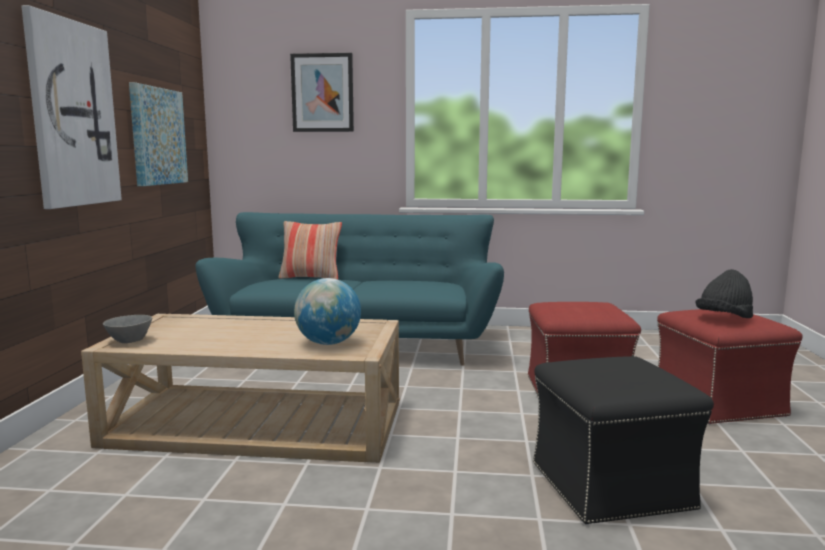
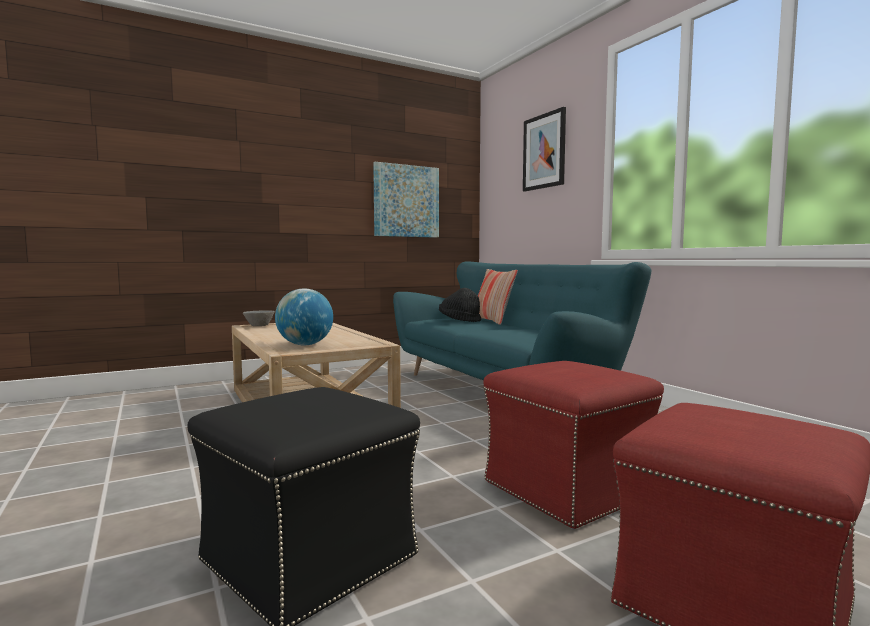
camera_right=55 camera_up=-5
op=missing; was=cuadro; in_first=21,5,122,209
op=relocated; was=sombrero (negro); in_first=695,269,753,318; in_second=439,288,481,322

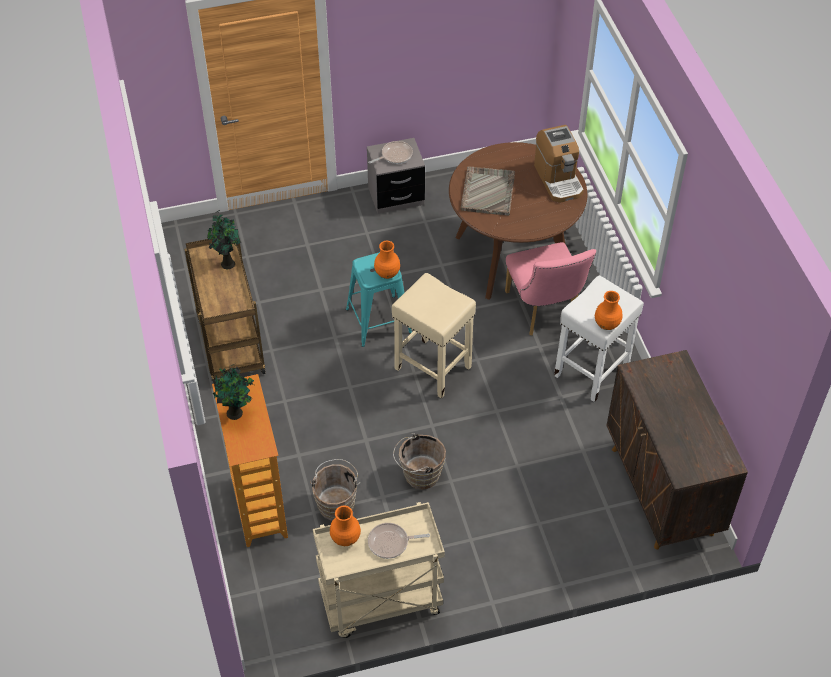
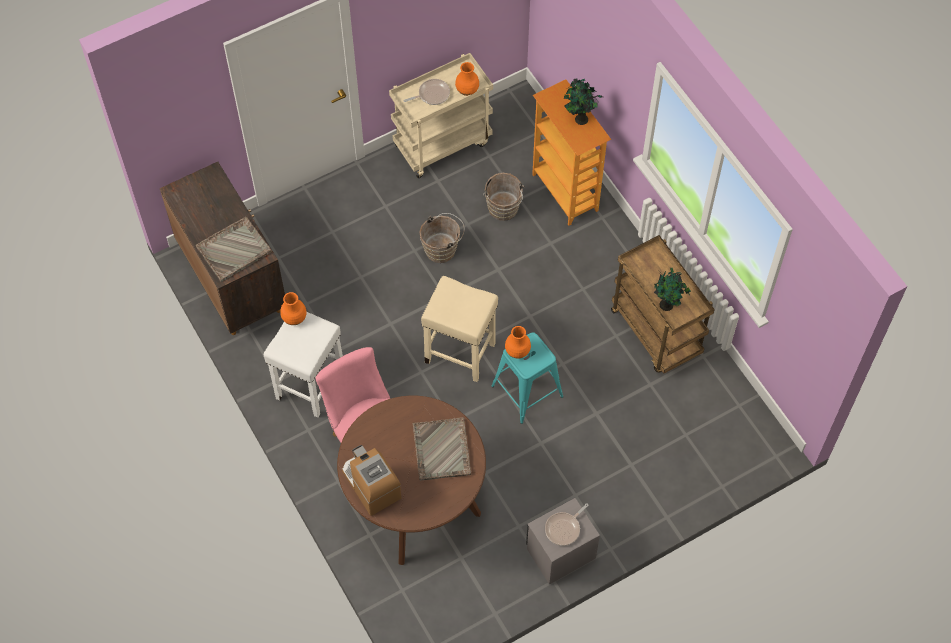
camera_right=165 camera_up=10
op=appeared; now=bandeja (gris); in_second=196,216,271,282

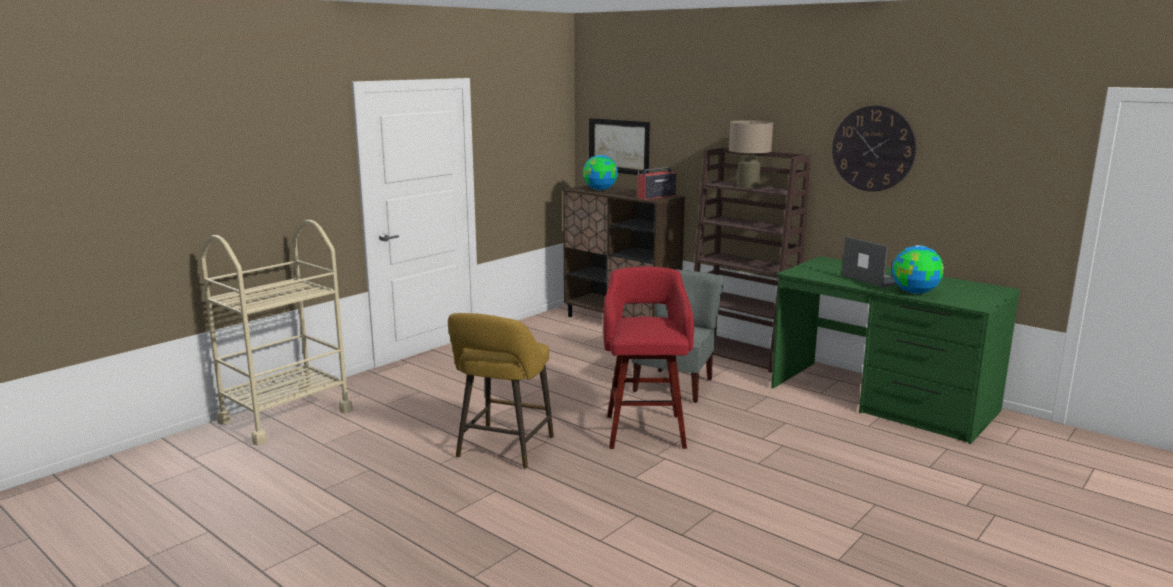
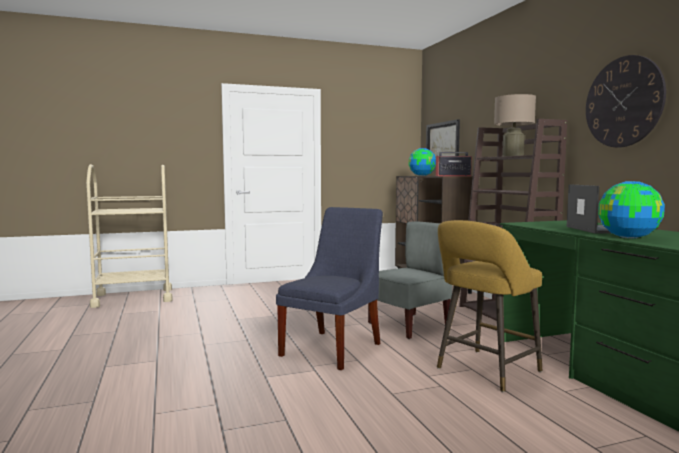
camera_right=30 camera_up=-10
op=relocated; was=taburete (amarillo); in_first=448,313,554,469; in_second=437,220,542,392
op=exchanged; was=taburete (rojo); now=silla (azul); in_first=603,267,694,449; in_second=276,207,383,370

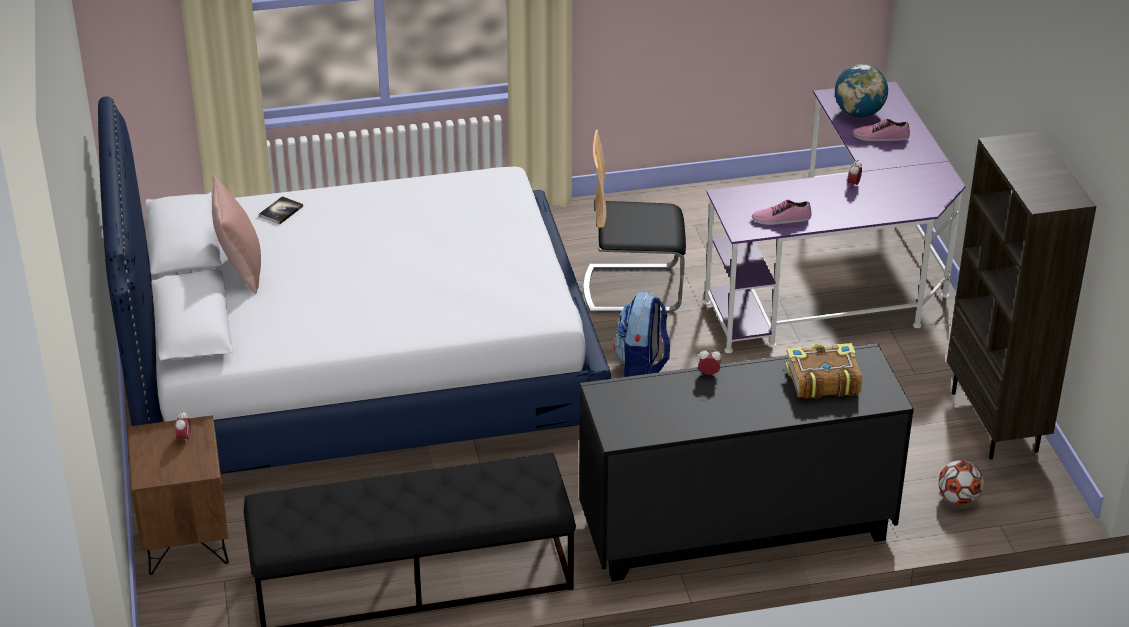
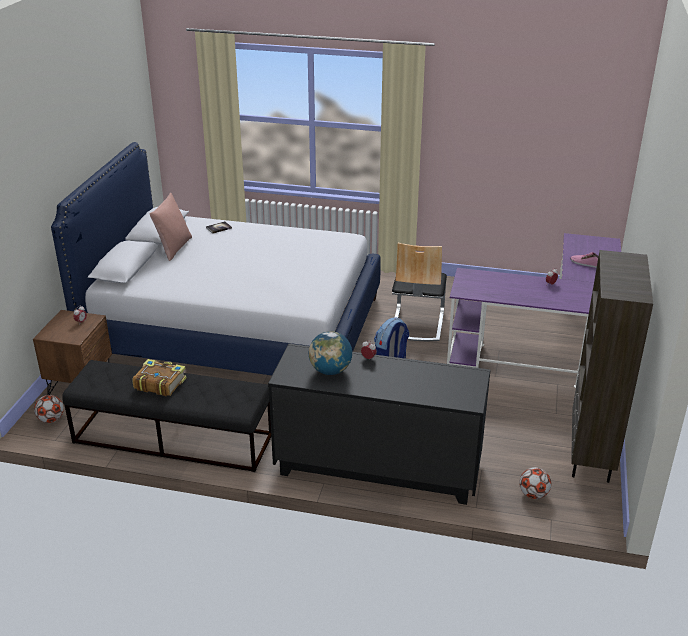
camera_right=25 camera_up=-5
op=spun; was=silla; in_first=583,130,686,313; in_second=392,243,447,341; clockwise=-105
op=missing; was=zapato; in_first=752,200,812,225
op=relocated; was=libro; in_first=785,343,862,399; in_second=132,359,187,396
op=relocated; was=globo terráqueo; in_first=835,64,888,117; in_second=309,331,352,375
op=appeared; now=balón de fútbol; in_second=34,395,64,423

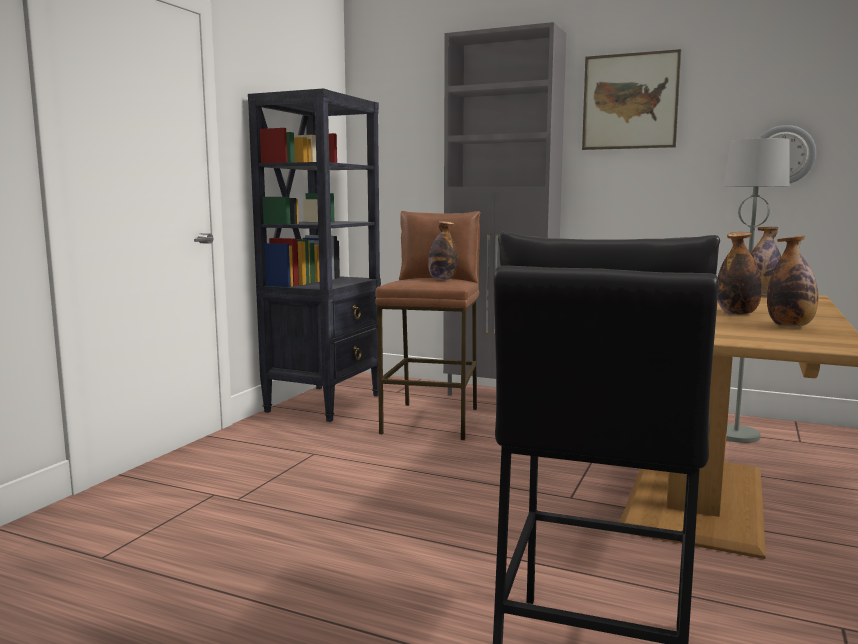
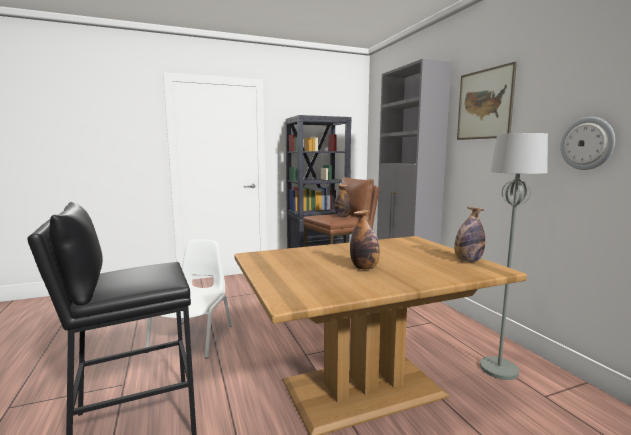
camera_right=45 camera_up=0
op=missing; was=botella; in_first=767,236,818,327
op=appeared; now=silla (blanco); in_second=145,239,232,358

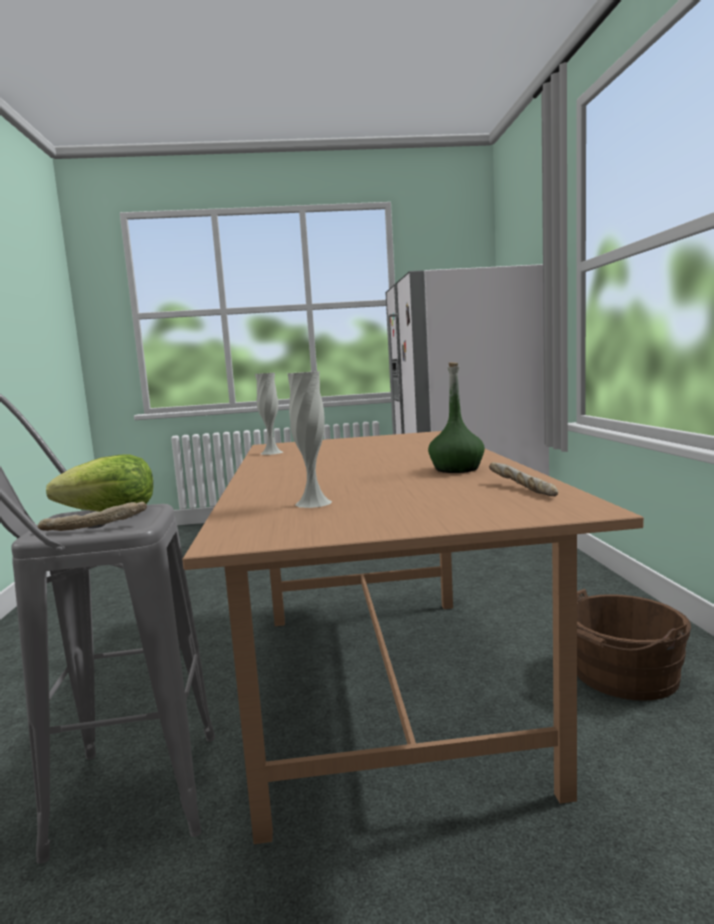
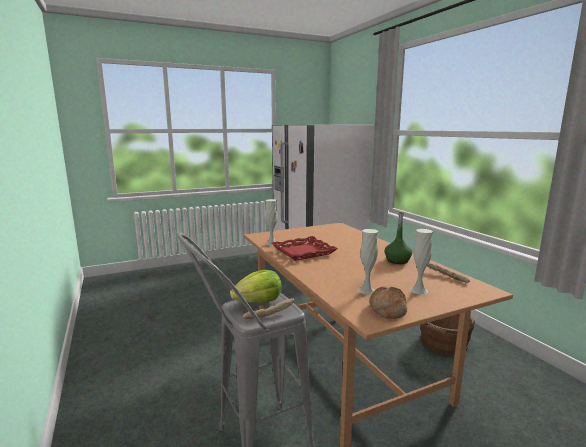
camera_right=-20 camera_up=5
op=appeared; now=bandeja (rojo); in_second=271,236,338,261
op=appeared; now=pan; in_second=369,286,407,319
op=appeared; now=florero (blanco); in_second=410,229,433,295

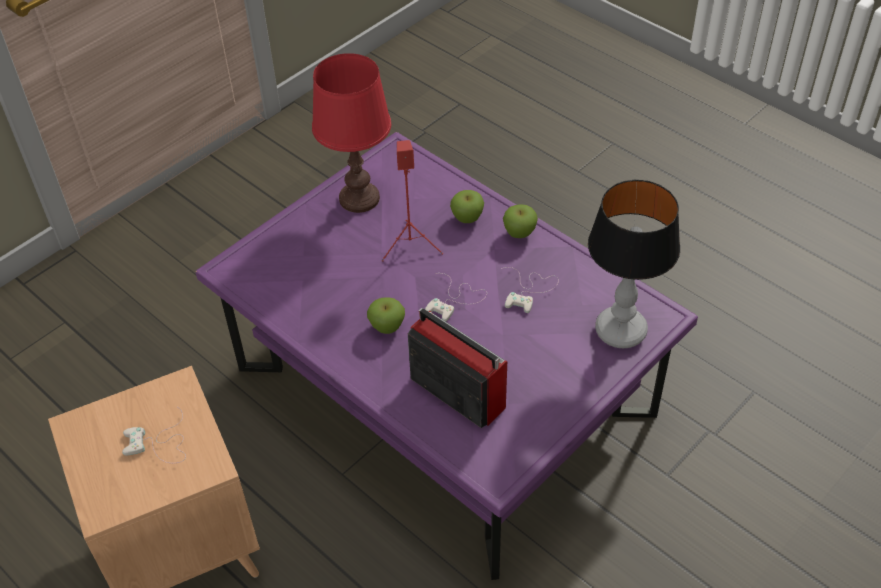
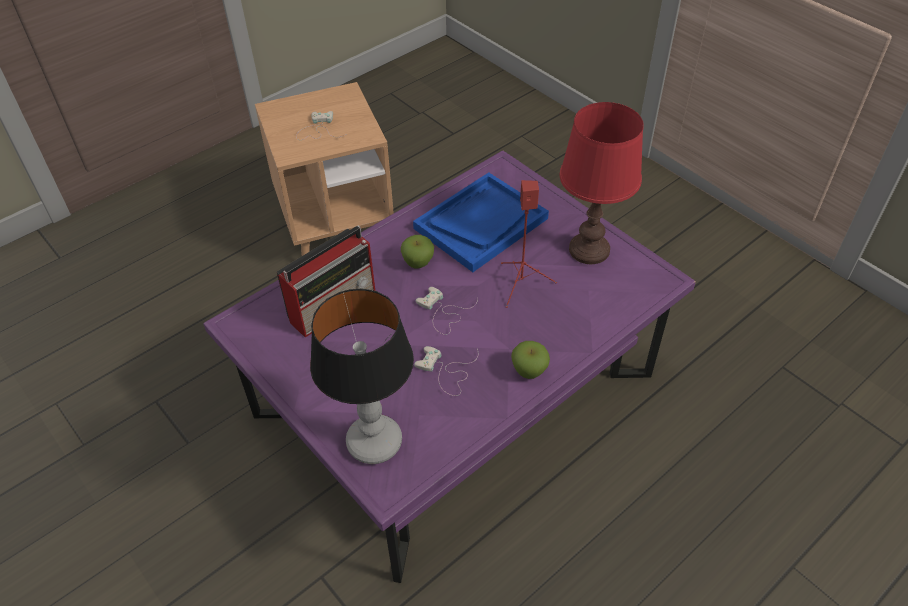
camera_right=95 camera_up=0
op=missing; was=manzana; in_first=450,190,484,223
op=appeared; now=bandeja (azul); in_second=413,172,549,272

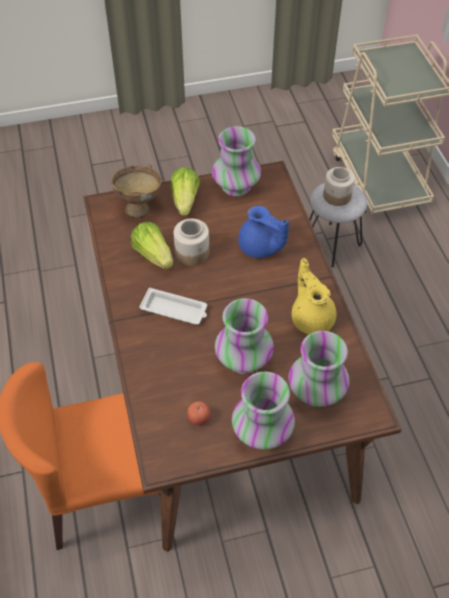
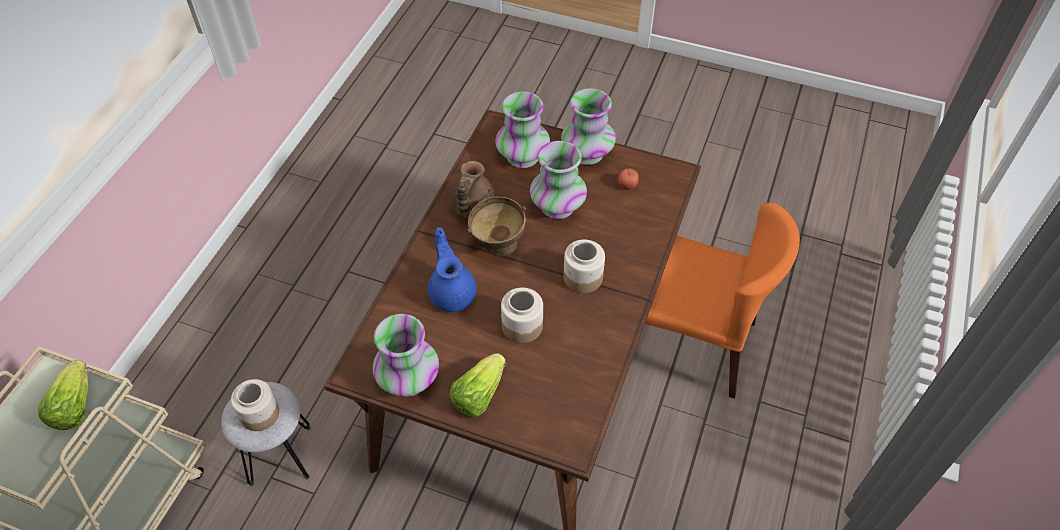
camera_right=-145 camera_up=0
op=relocated; was=cuenco (marrón); in_first=111,164,162,217; in_second=468,196,526,256
op=relocated; was=lechuga; in_first=131,222,173,269; in_second=38,360,88,430
op=exchanged; was=bandeja (blanco); now=tarro; in_first=139,287,207,325; in_second=563,239,605,293
op=colour; was=tetera (amarillo); now=tetera (marrón); in_first=292,258,337,334; in_second=450,161,495,218

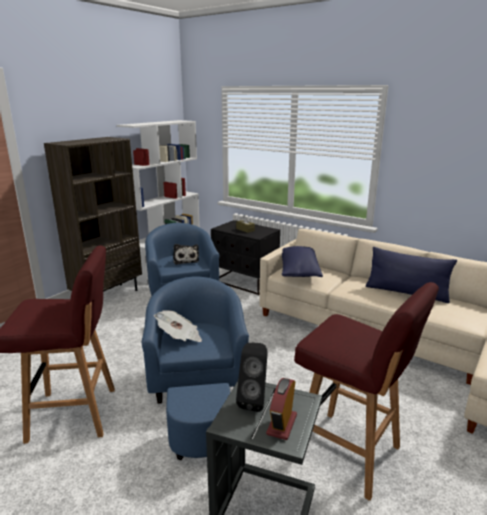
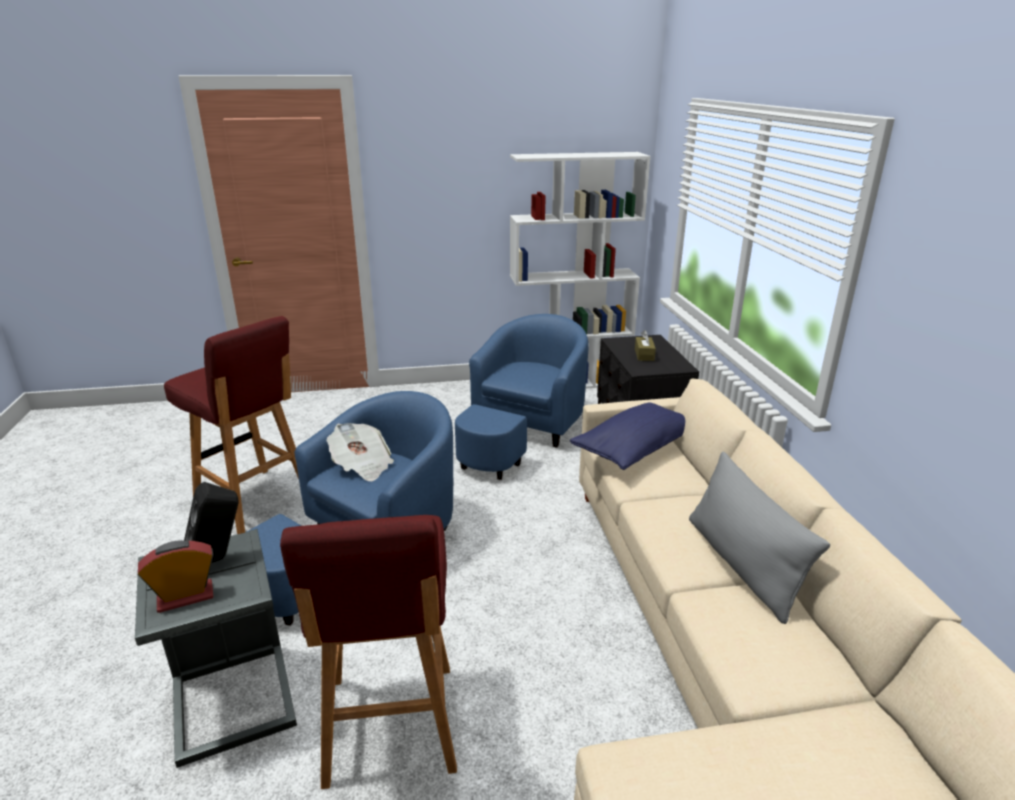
camera_right=45 camera_up=5
op=missing; was=estantería (marrón); in_first=44,137,142,292
op=missing; was=peluche; in_first=173,244,199,265
op=colour; was=cojín (azul); now=cojín (gris); in_first=366,247,457,303; in_second=689,451,830,624

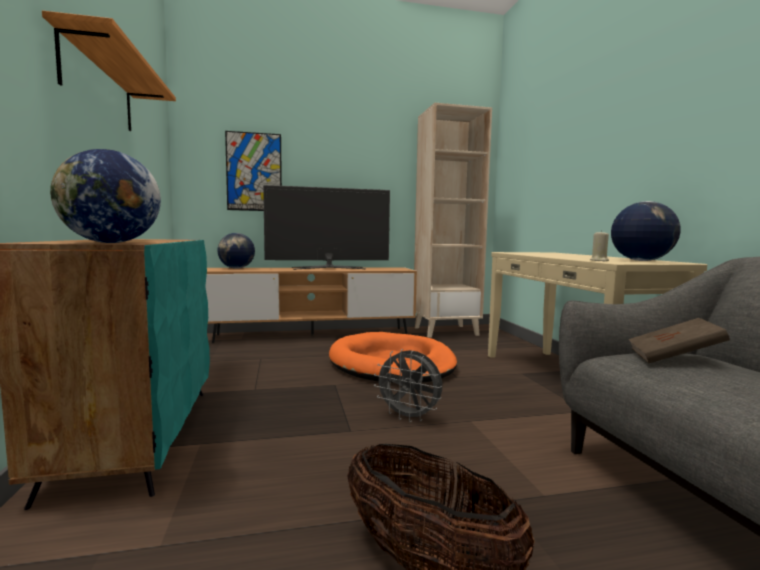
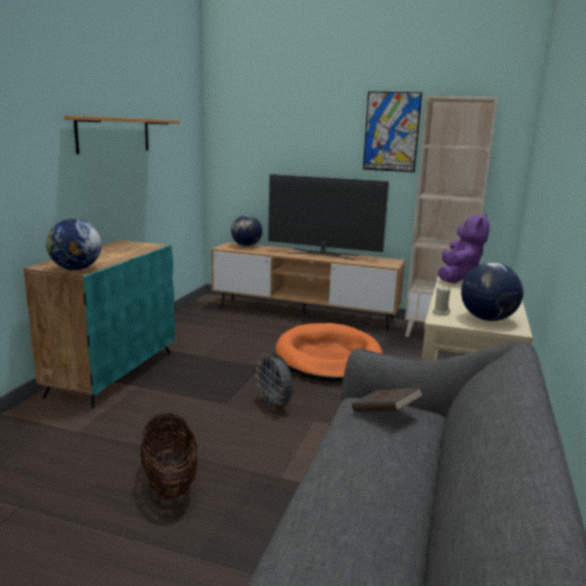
camera_right=30 camera_up=10
op=relocated; was=cuadro; in_first=225,131,282,211; in_second=363,92,422,172
op=appeared; now=peluche (morado); in_second=438,214,490,283

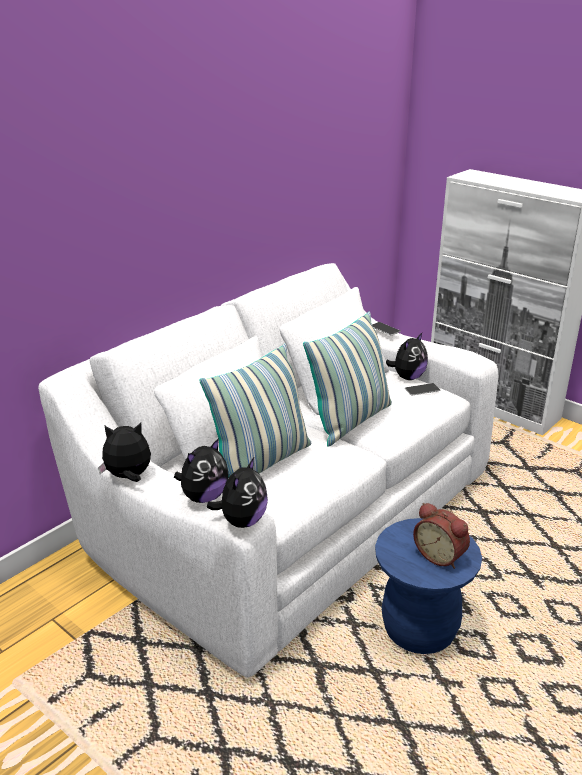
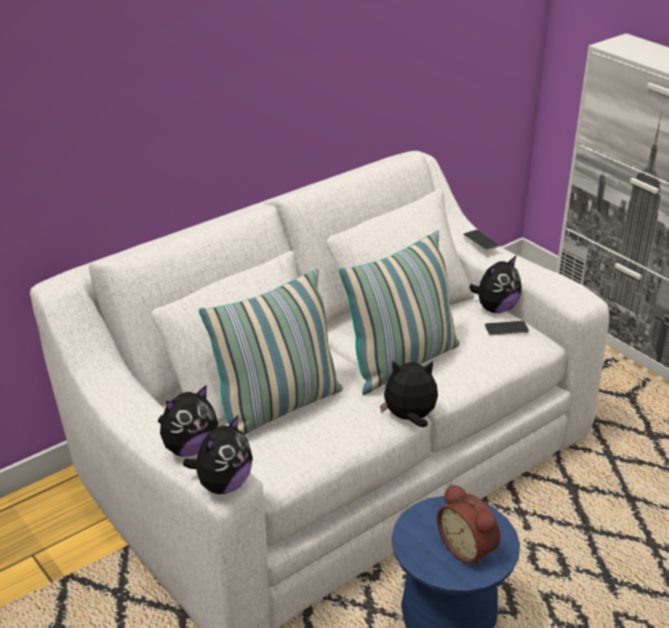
camera_right=10 camera_up=5
op=relocated; was=peluche; in_first=98,422,151,482; in_second=380,360,438,427

